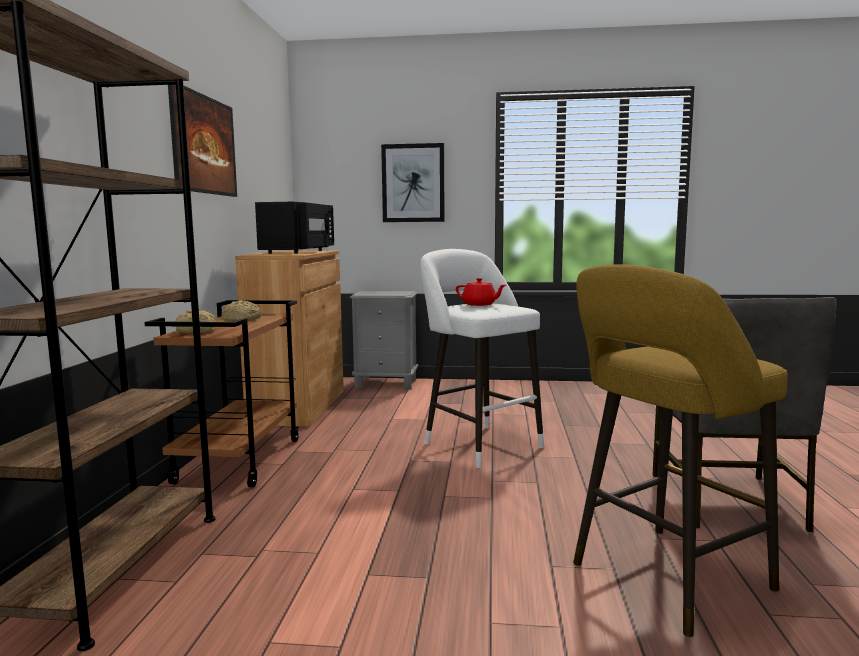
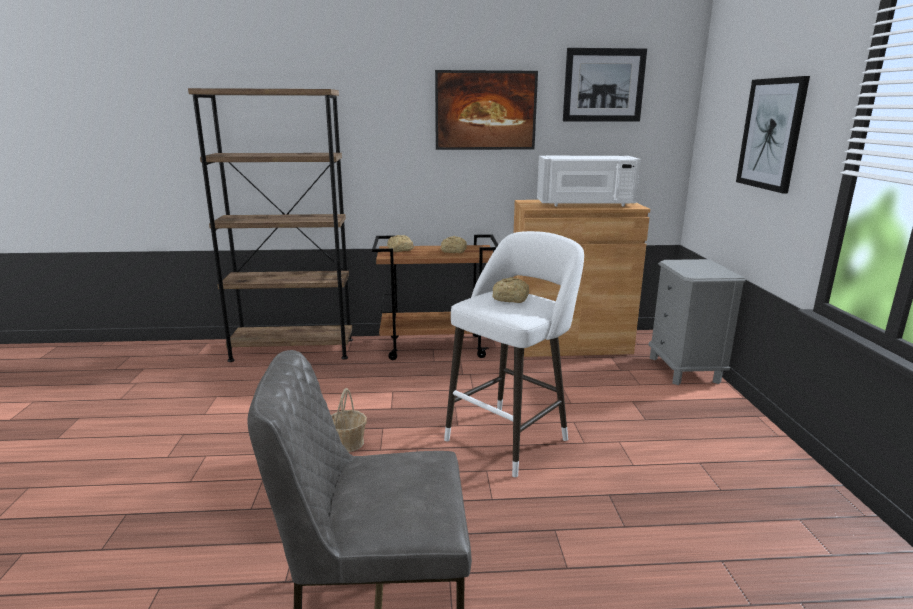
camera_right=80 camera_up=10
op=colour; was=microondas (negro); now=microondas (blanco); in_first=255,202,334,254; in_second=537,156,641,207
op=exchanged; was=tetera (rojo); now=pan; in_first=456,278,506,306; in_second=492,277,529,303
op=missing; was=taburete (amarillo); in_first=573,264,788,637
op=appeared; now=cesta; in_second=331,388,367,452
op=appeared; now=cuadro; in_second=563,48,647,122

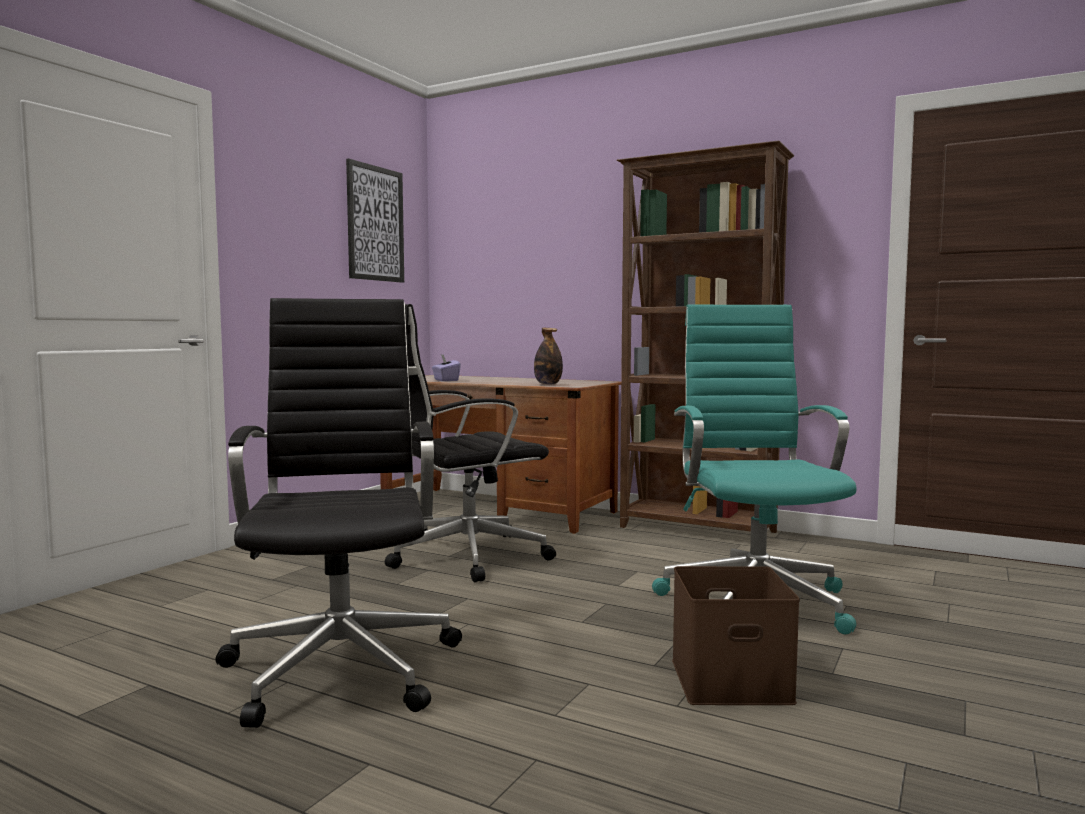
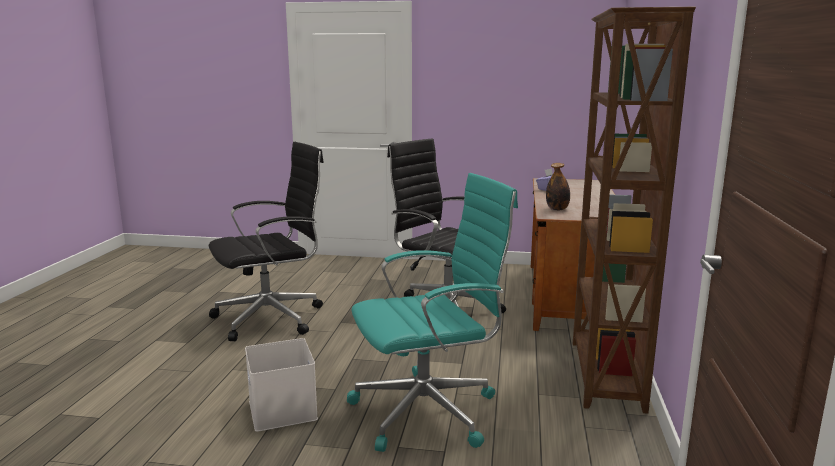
camera_right=70 camera_up=10
op=missing; was=cuadro; in_first=346,159,404,283
op=colour; was=caja de almacenaje (marrón); now=caja de almacenaje (blanco); in_first=672,566,800,705; in_second=245,338,318,432

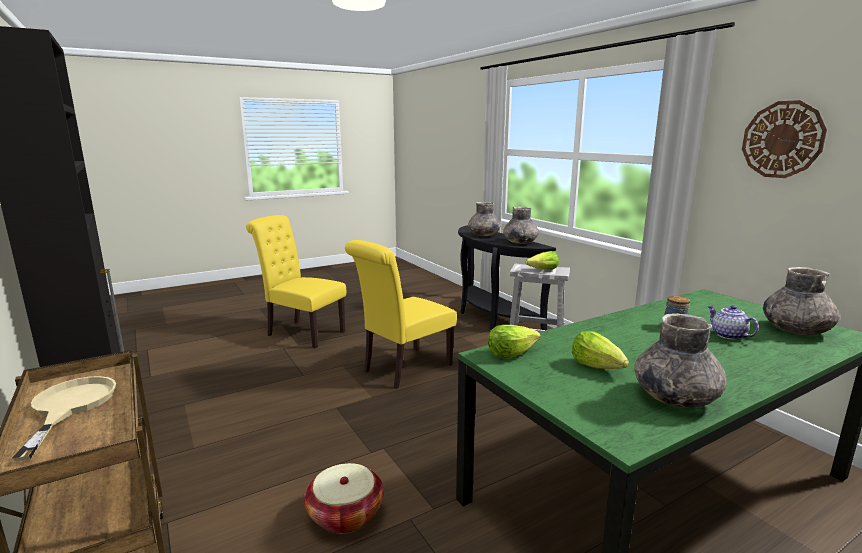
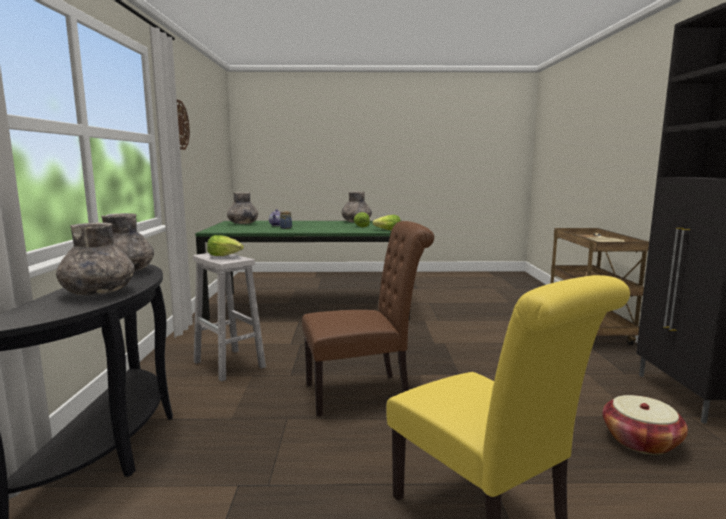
camera_right=-150 camera_up=-5
op=relocated; was=cesta; in_first=304,463,384,534; in_second=603,395,688,455
op=colour; was=silla (amarillo); now=silla (marrón); in_first=345,240,457,389; in_second=302,221,434,416

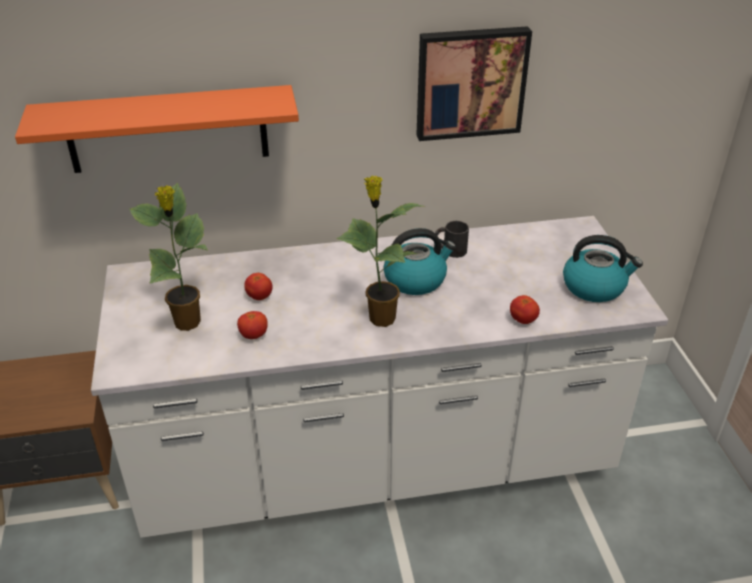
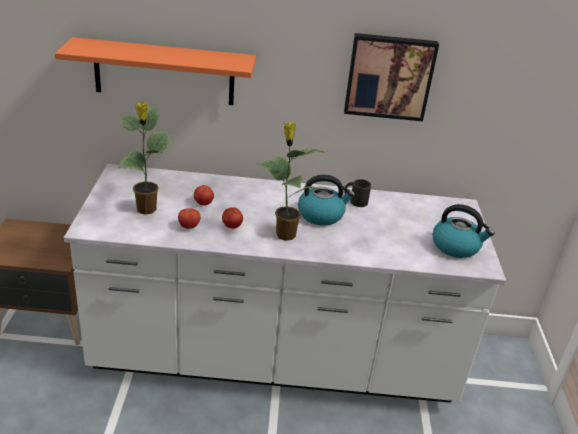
camera_right=10 camera_up=-5
op=relocated; was=tomate; in_first=510,295,540,324; in_second=222,207,243,229

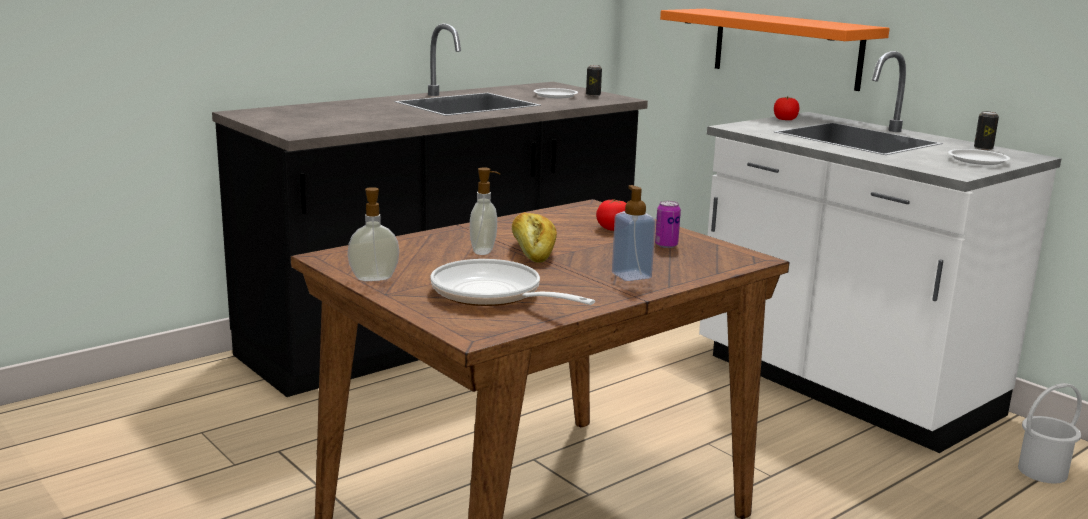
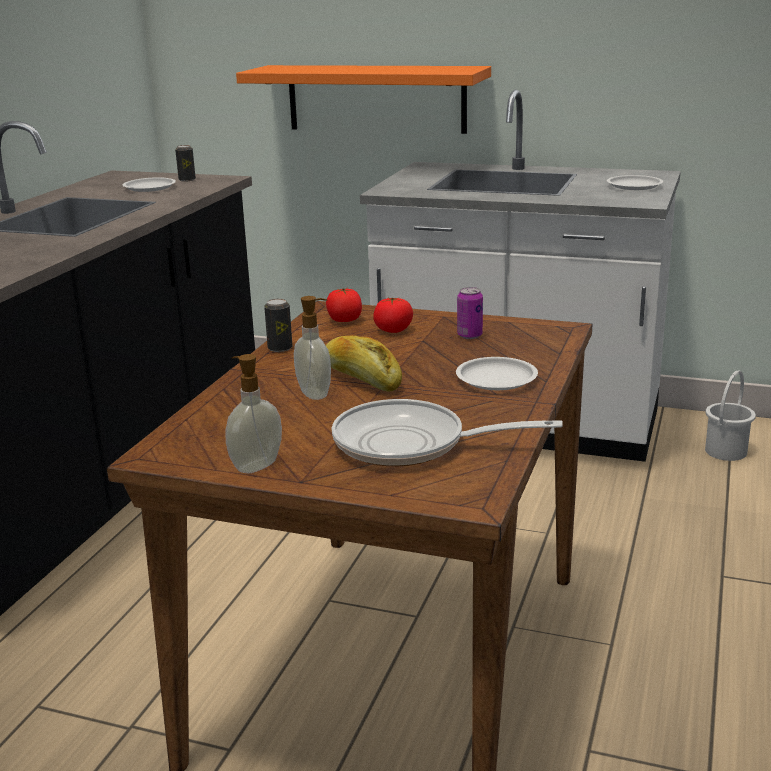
camera_right=-30 camera_up=5
op=exchanged; was=dispensador de jabón; now=plato (blanco); in_first=612,185,656,281; in_second=456,357,538,390
op=relocated; was=tomate; in_first=774,97,800,120; in_second=326,288,362,322
op=relocated; was=lata; in_first=974,111,999,150; in_second=264,299,292,352

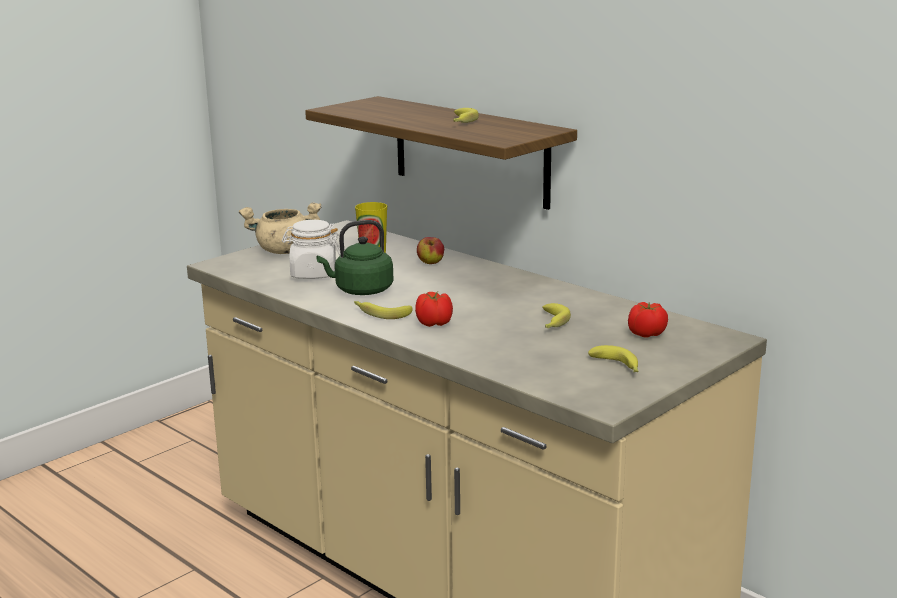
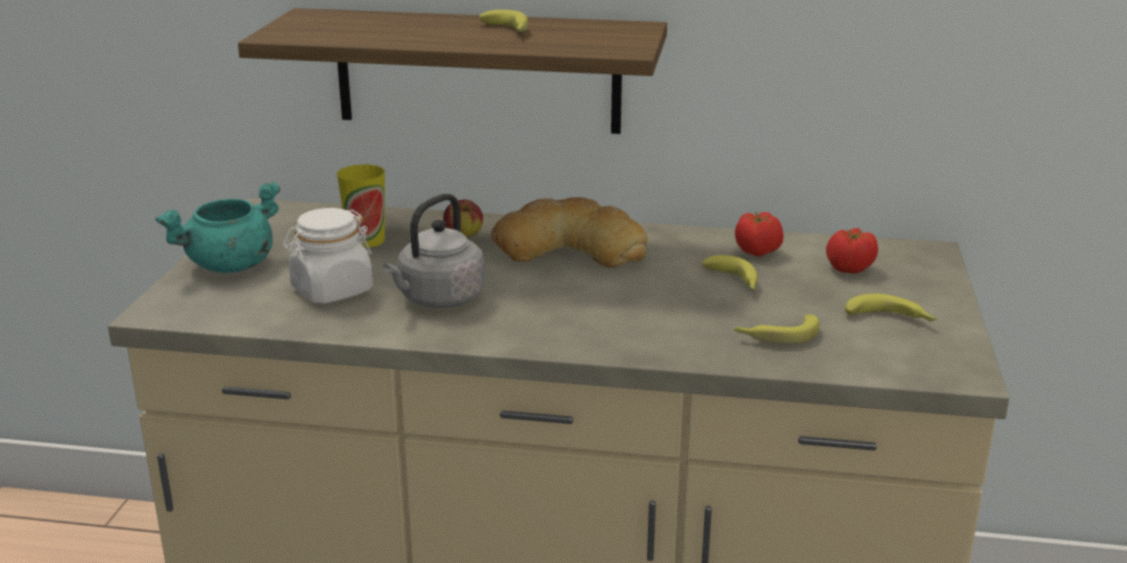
camera_right=-35 camera_up=5
op=colour; was=olla (beis); now=olla (turquesa); in_first=239,202,321,254; in_second=155,182,281,273
op=colour; was=hervidor (verde); now=hervidor (gris); in_first=316,220,394,295; in_second=383,194,485,308
op=relocated; was=plátano; in_first=354,301,413,319; in_second=734,314,819,344
op=relocated; was=tomate; in_first=415,291,453,327; in_second=735,211,784,257
op=appeared; now=pan; in_second=491,197,648,268

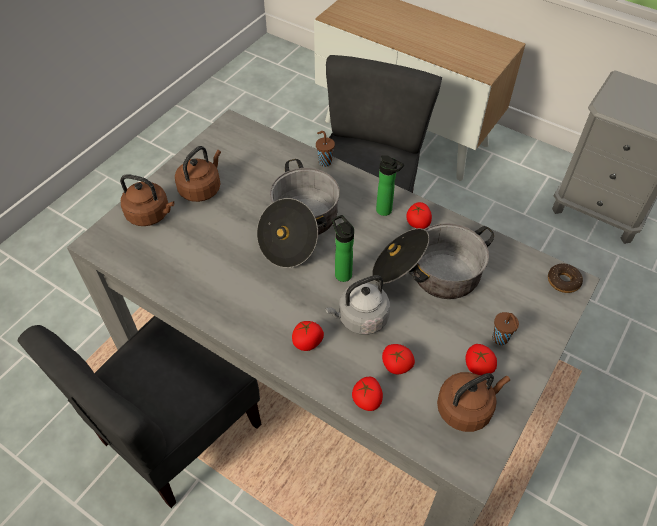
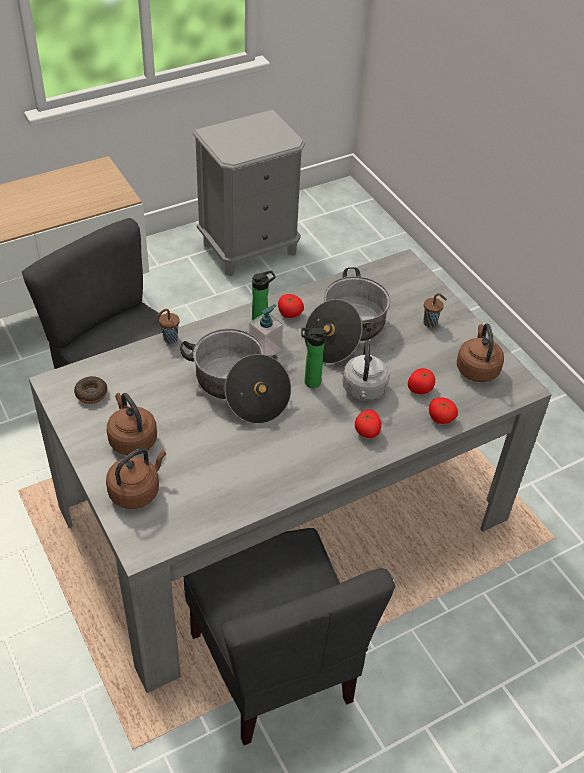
camera_right=-65 camera_up=-5
op=missing; was=tomate; in_first=466,344,497,375
op=relocated; was=rosquilla; in_first=548,264,583,293; in_second=74,376,108,404
op=appeared; now=dispensador de jabón; in_second=249,304,283,356

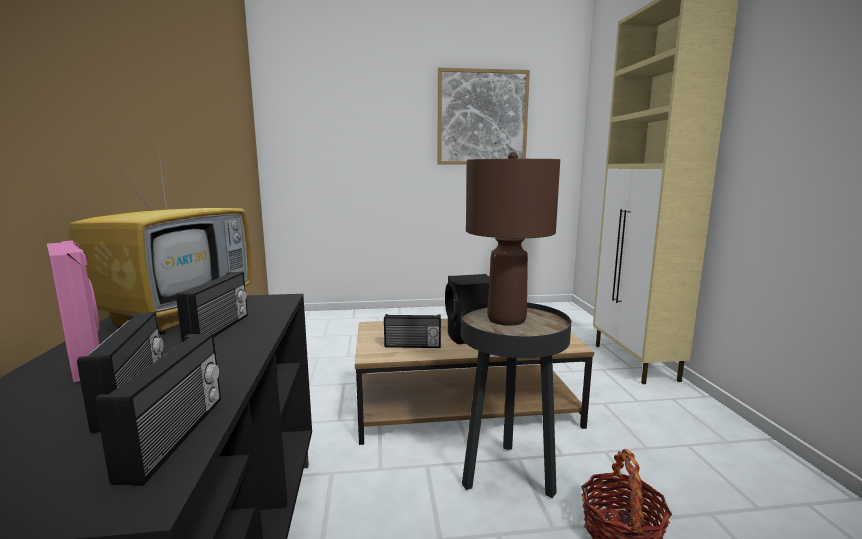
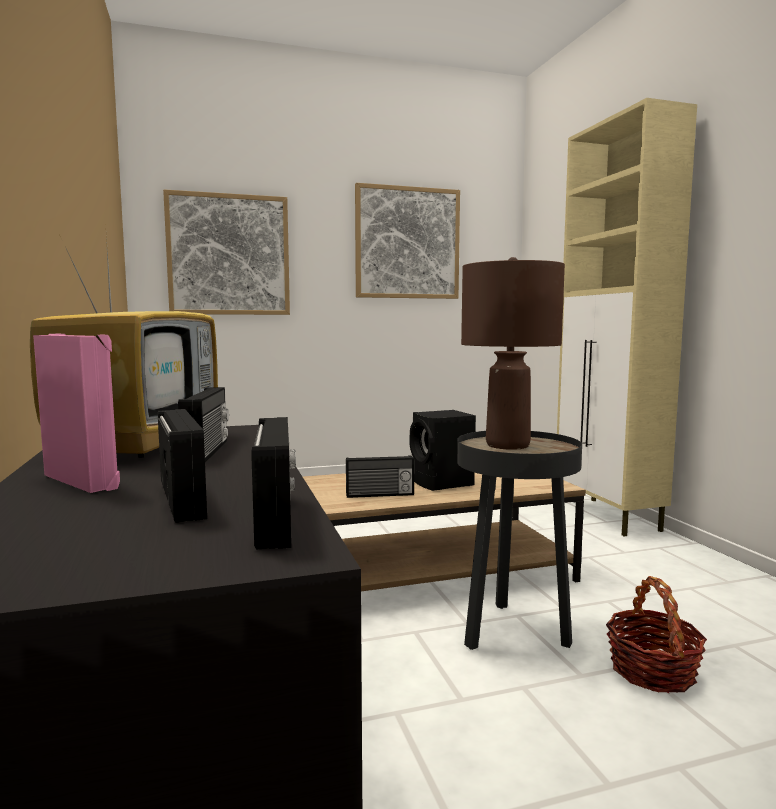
camera_right=-10 camera_up=-5
op=appeared; now=cuadro; in_second=163,189,290,315

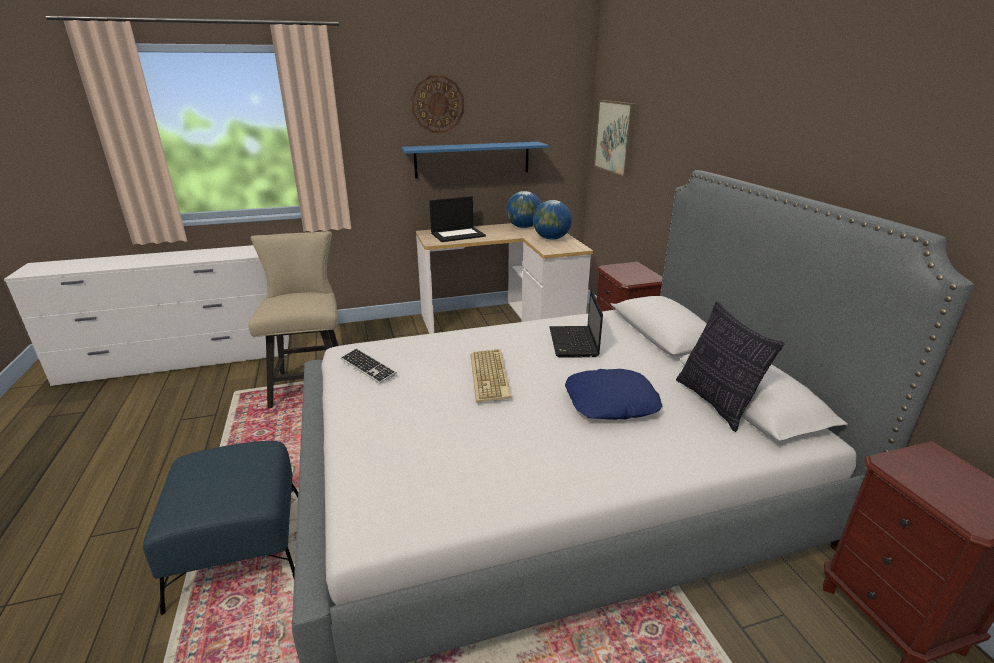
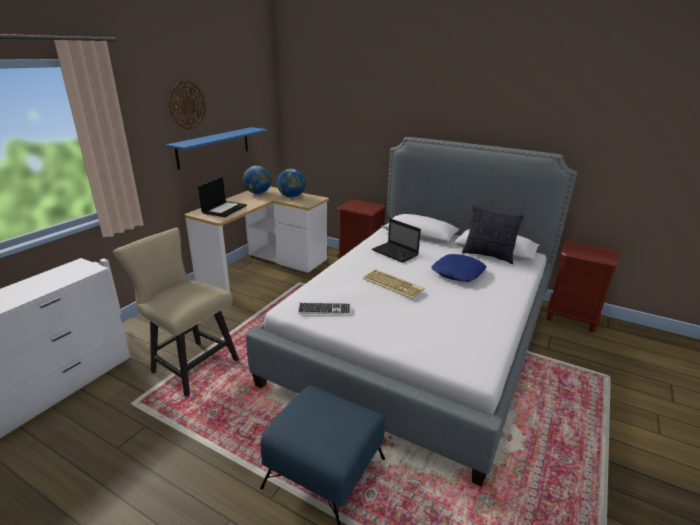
camera_right=-45 camera_up=0
op=missing; was=cuadro; in_first=594,100,636,177

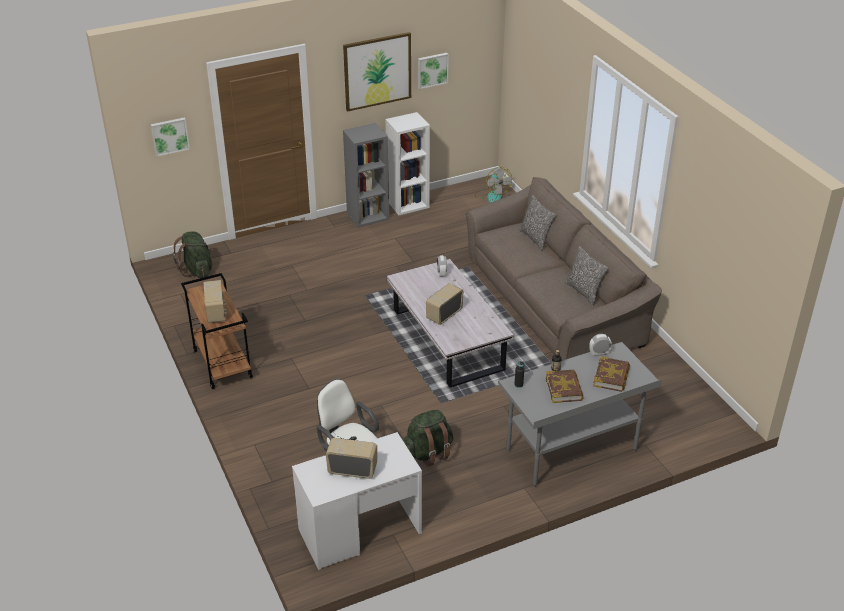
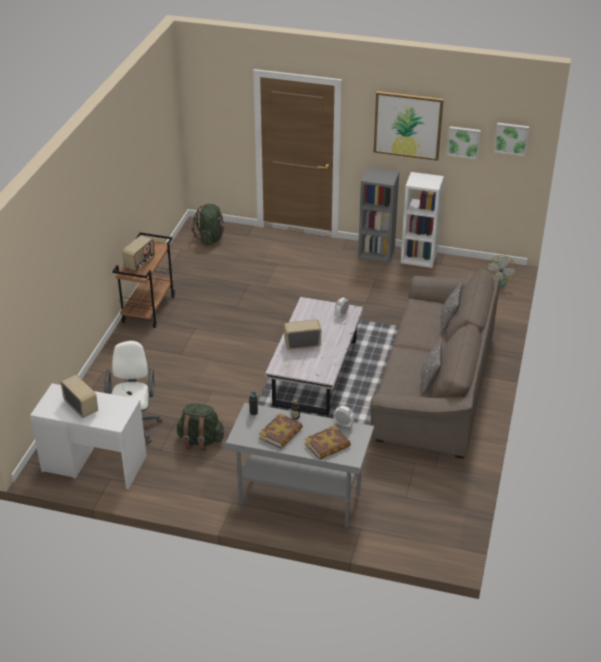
camera_right=40 camera_up=0
op=relocated; was=cuadro; in_first=150,118,190,157; in_second=494,123,529,156

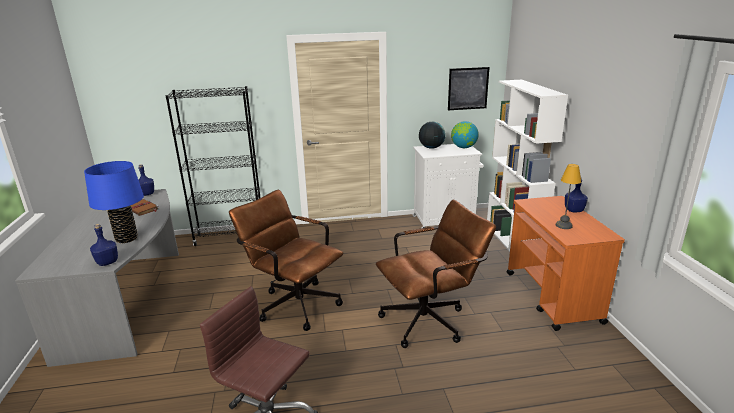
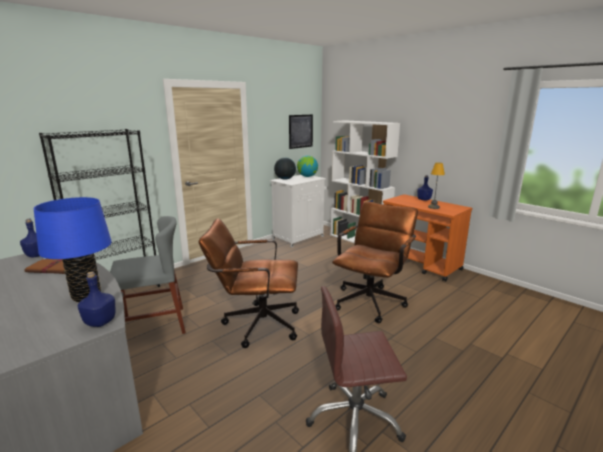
camera_right=-35 camera_up=-5
op=appeared; now=silla (gris); in_second=110,216,186,334

